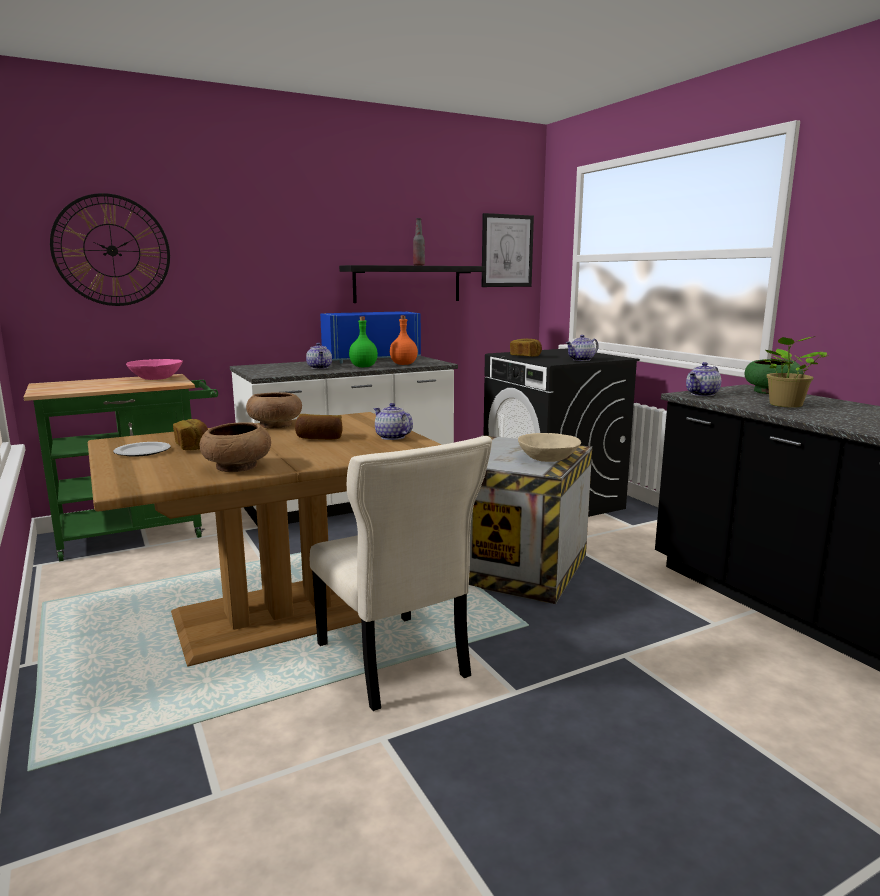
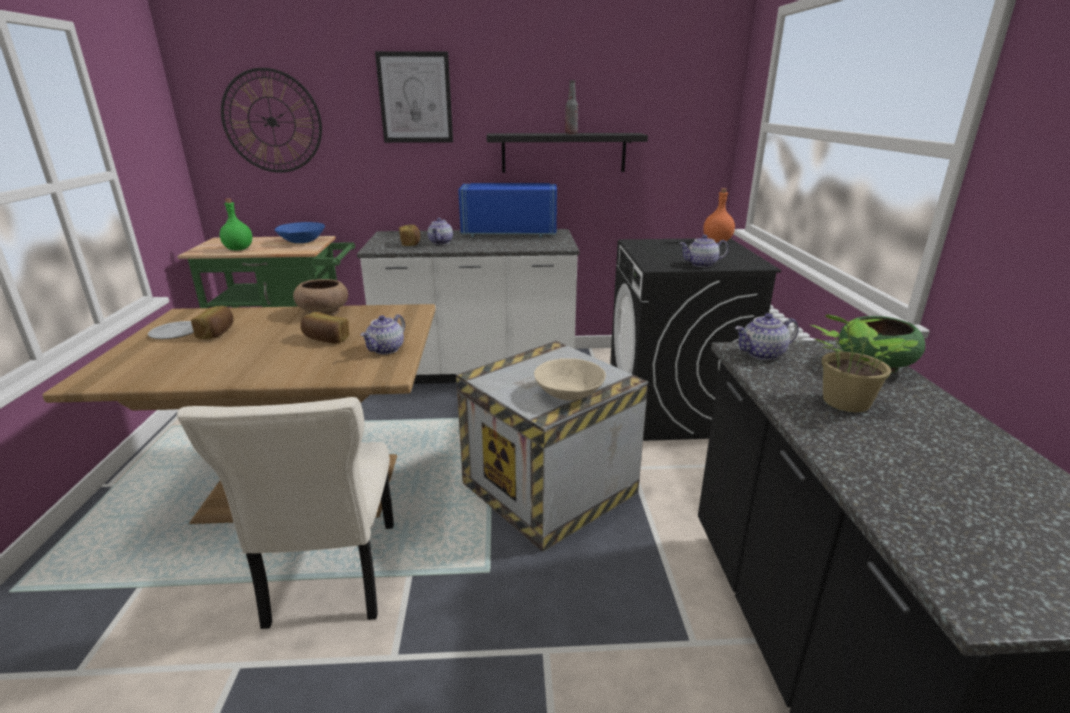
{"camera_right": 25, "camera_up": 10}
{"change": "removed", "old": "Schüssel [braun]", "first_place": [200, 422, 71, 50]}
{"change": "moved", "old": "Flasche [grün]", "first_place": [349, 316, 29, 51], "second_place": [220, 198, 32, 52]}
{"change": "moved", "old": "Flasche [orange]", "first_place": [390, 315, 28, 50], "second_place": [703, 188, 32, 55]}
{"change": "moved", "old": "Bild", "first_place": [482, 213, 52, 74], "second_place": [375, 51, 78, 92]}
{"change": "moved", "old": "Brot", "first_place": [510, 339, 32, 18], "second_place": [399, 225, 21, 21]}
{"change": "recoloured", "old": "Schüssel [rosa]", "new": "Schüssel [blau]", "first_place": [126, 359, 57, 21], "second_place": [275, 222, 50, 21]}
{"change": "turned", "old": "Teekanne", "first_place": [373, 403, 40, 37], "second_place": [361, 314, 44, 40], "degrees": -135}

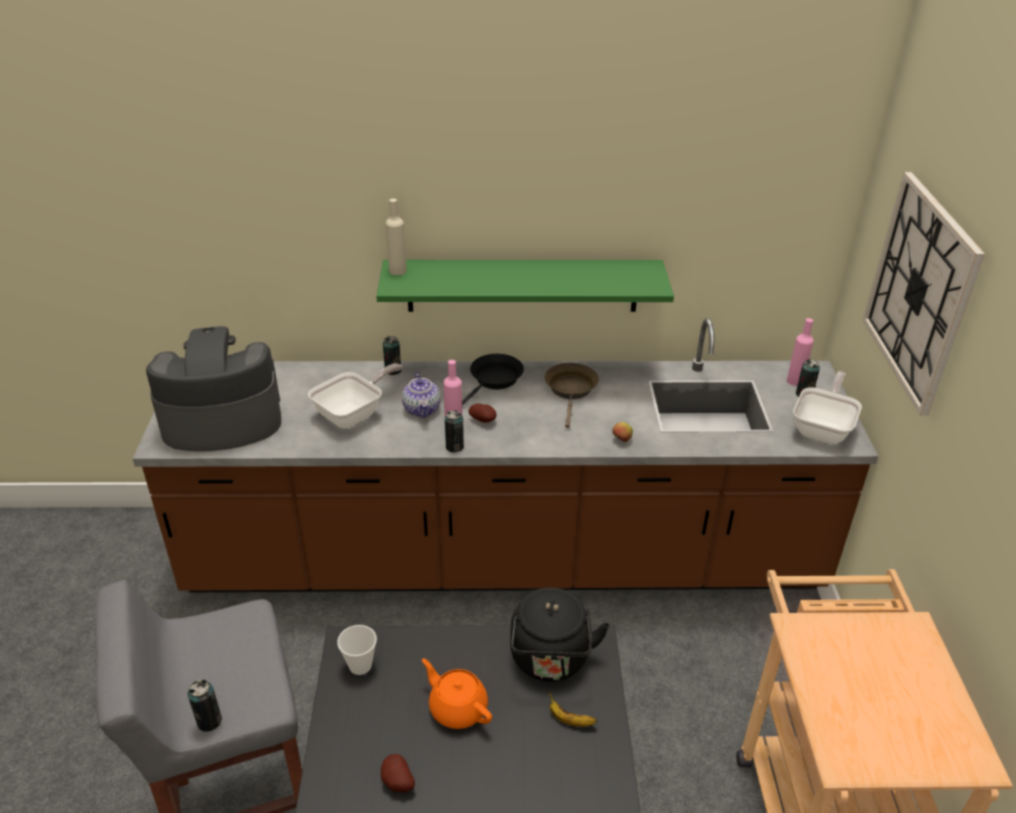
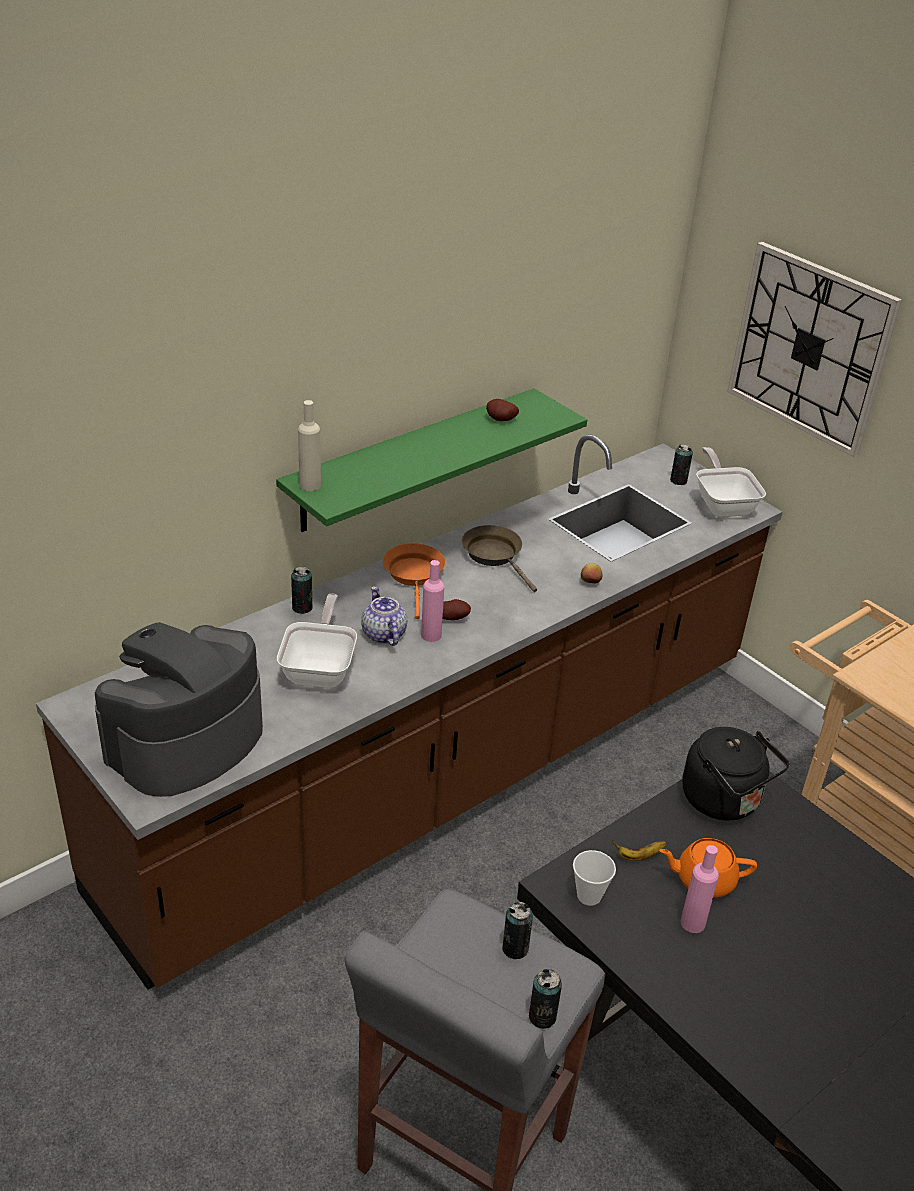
{"camera_right": -40, "camera_up": 0}
{"change": "moved", "old": "Kartoffel", "first_place": [381, 754, 34, 38], "second_place": [486, 399, 33, 22]}
{"change": "moved", "old": "Dose", "first_place": [445, 410, 19, 43], "second_place": [502, 902, 31, 57]}
{"change": "moved", "old": "Banane", "first_place": [549, 692, 48, 35], "second_place": [612, 841, 54, 20]}
{"change": "moved", "old": "Flasche [rosa]", "first_place": [787, 318, 27, 68], "second_place": [680, 845, 39, 88]}
{"change": "recoloured", "old": "Pfanne [schwarz]", "new": "Pfanne [orange]", "first_place": [462, 354, 62, 52], "second_place": [383, 543, 62, 76]}
{"change": "turned", "old": "Teekanne", "first_place": [402, 371, 38, 47], "second_place": [361, 586, 46, 60], "degrees": -150}

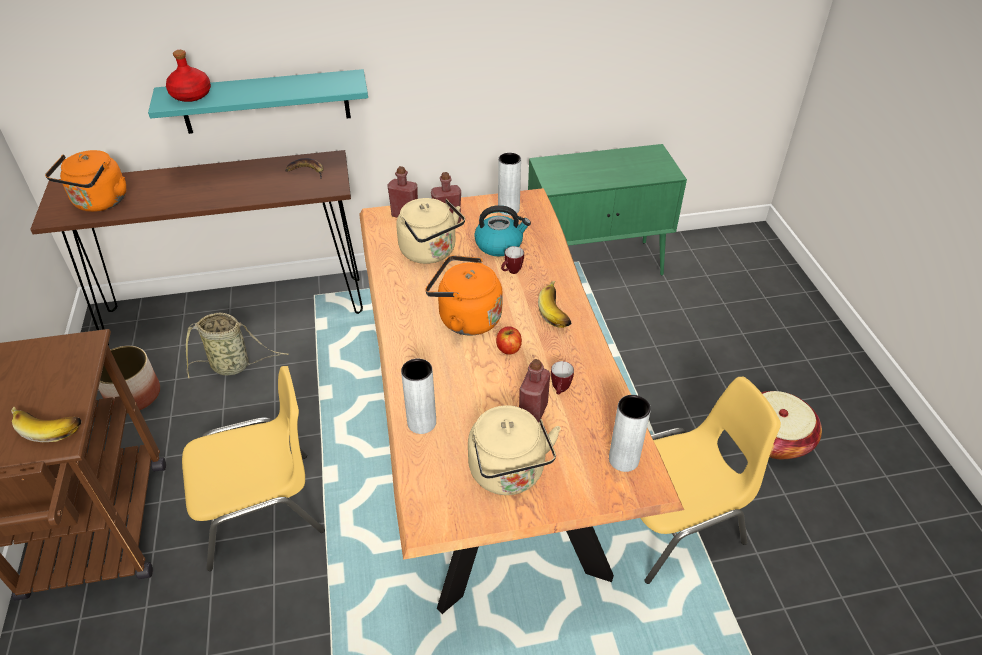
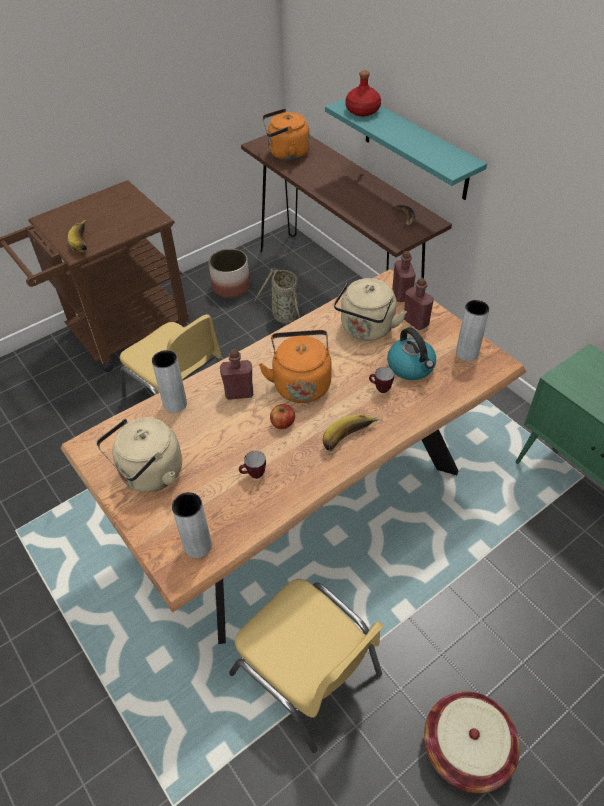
{"camera_right": 65, "camera_up": 5}
{"change": "moved", "old": "Flasche [rot]", "first_place": [519, 359, 31, 63], "second_place": [220, 350, 33, 50]}

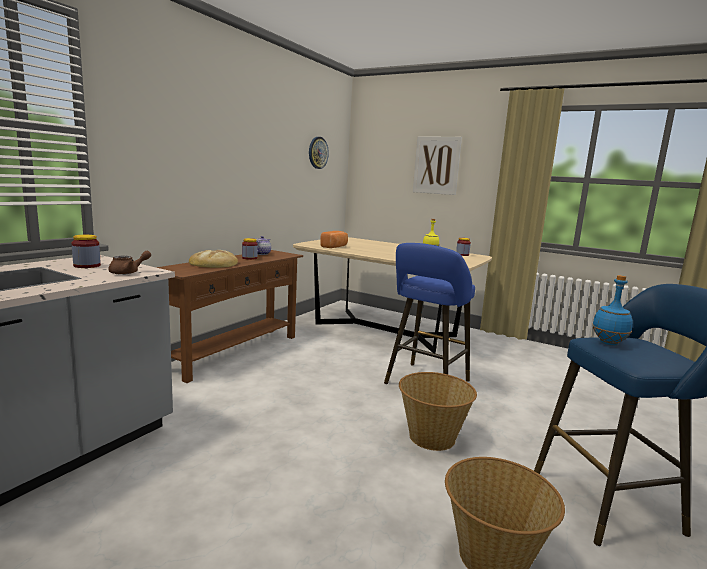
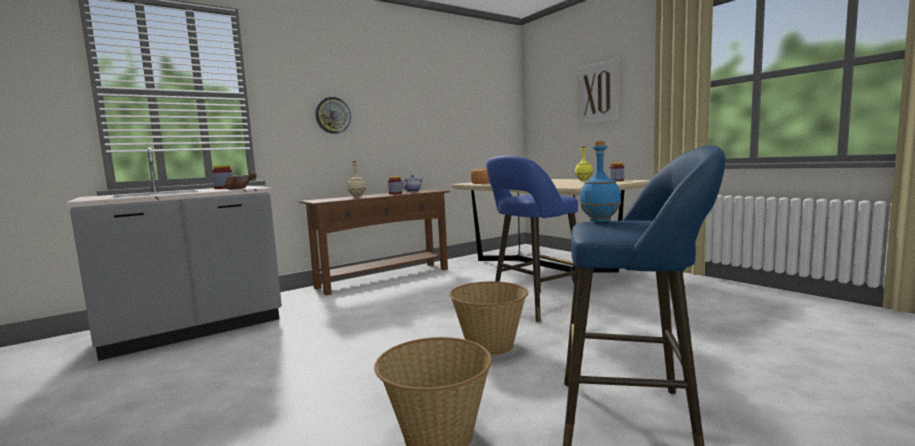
{"camera_right": 25, "camera_up": -5}
{"change": "moved", "old": "Wanduhr", "first_place": [309, 137, 20, 32], "second_place": [315, 97, 36, 37]}
{"change": "replaced", "old": "Brot", "new": "Flasche [beige]", "first_place": [189, 250, 49, 18], "second_place": [347, 161, 19, 36]}

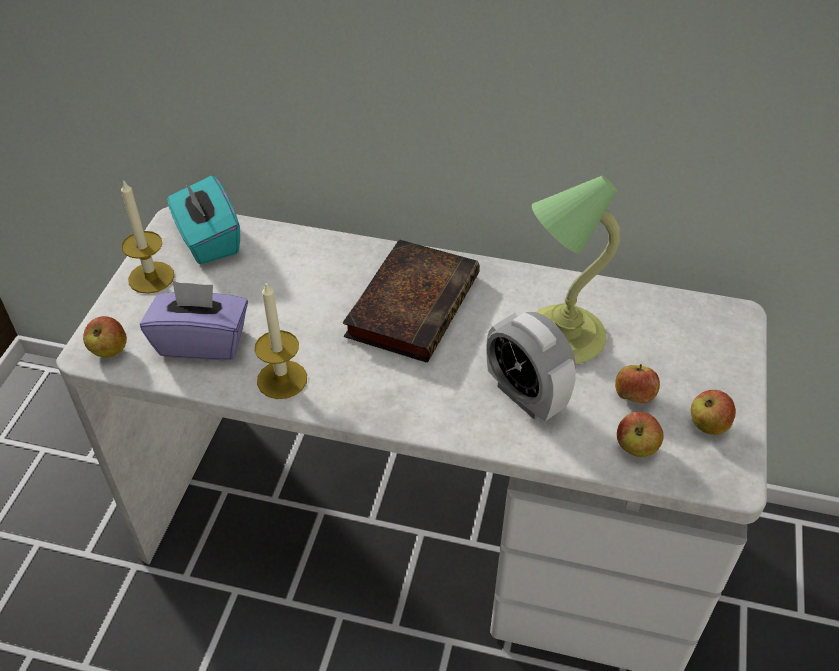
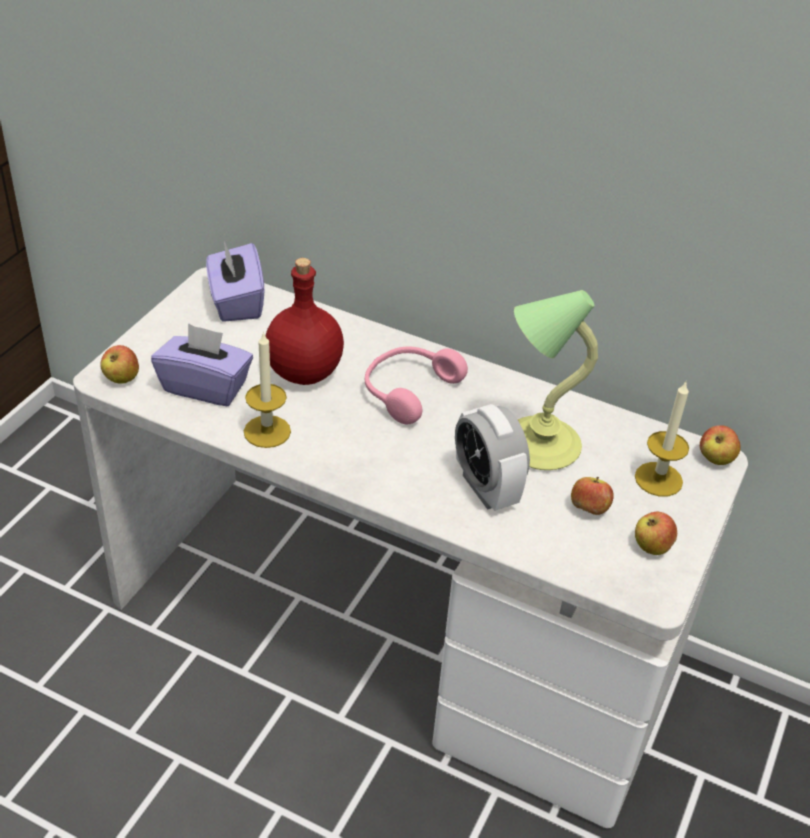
{"camera_right": 10, "camera_up": -5}
{"change": "added", "new": "Flasche [rot]", "second_place": [265, 258, 79, 127]}
{"change": "moved", "old": "Kerze", "first_place": [121, 179, 53, 115], "second_place": [635, 382, 54, 115]}
{"change": "moved", "old": "Apfel", "first_place": [617, 412, 46, 45], "second_place": [700, 425, 41, 40]}
{"change": "replaced", "old": "Buch", "new": "Kopfhörer [rosa]", "first_place": [343, 239, 137, 124], "second_place": [365, 346, 103, 79]}
{"change": "recoloured", "old": "Taschentuchbox [türkis]", "new": "Taschentuchbox [lila]", "first_place": [167, 175, 73, 89], "second_place": [206, 241, 58, 81]}

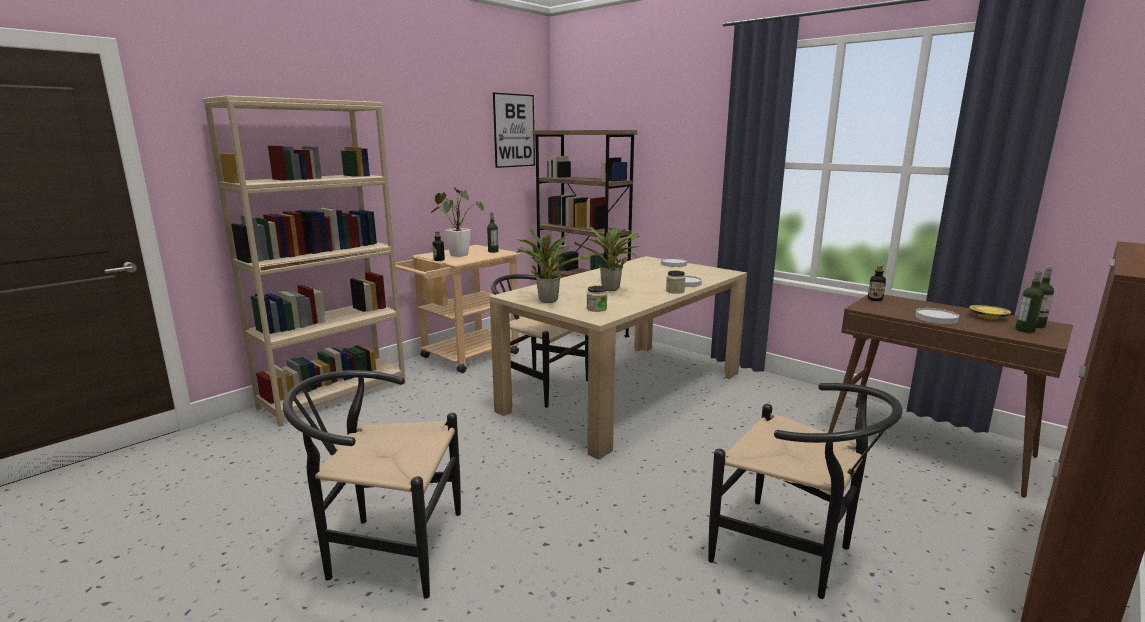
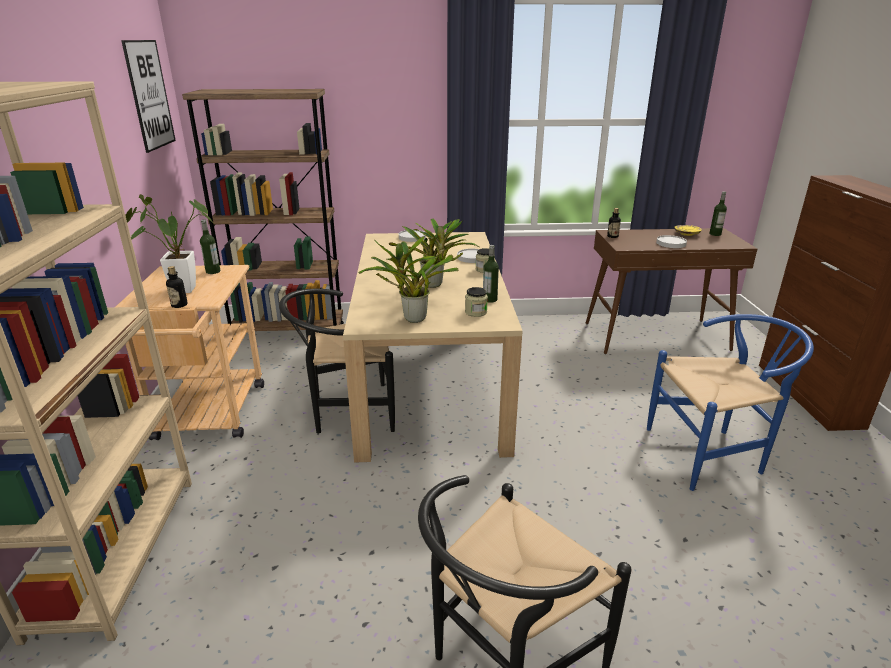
{"camera_right": -45, "camera_up": 10}
{"change": "moved", "old": "Flasche", "first_place": [1015, 270, 29, 63], "second_place": [483, 245, 16, 58]}
{"change": "recoloured", "old": "Stuhl [schwarz]", "new": "Stuhl [blau]", "first_place": [708, 383, 195, 216], "second_place": [647, 314, 167, 177]}

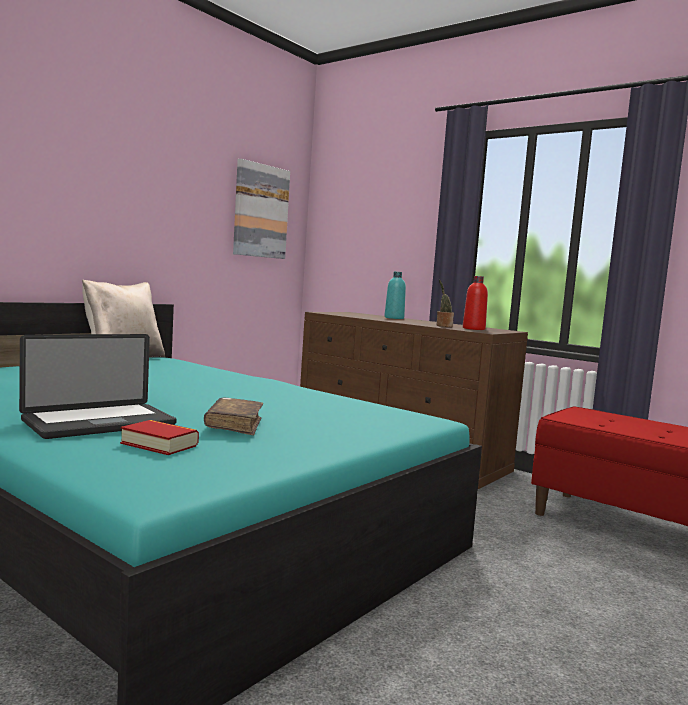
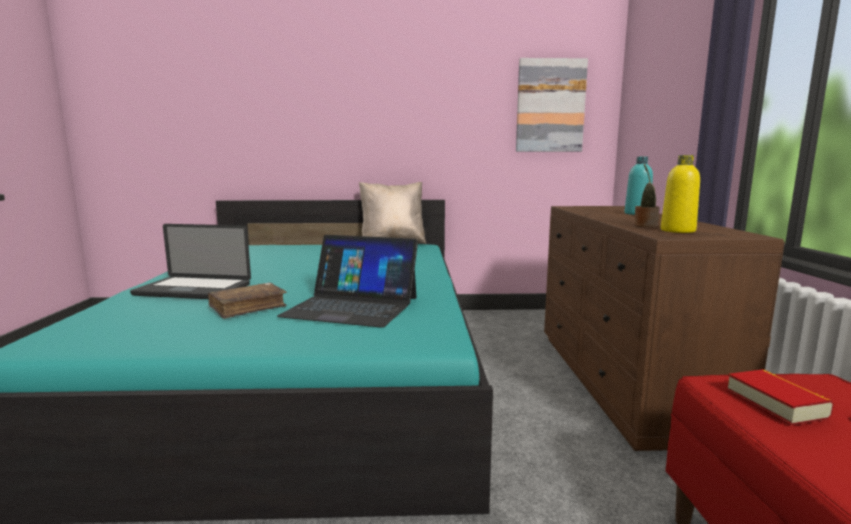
{"camera_right": 50, "camera_up": 5}
{"change": "added", "new": "Laptop", "second_place": [277, 235, 141, 93]}
{"change": "moved", "old": "Buch", "first_place": [120, 420, 79, 35], "second_place": [726, 369, 108, 56]}
{"change": "recoloured", "old": "Flasche [rot]", "new": "Flasche [gelb]", "first_place": [463, 276, 25, 54], "second_place": [661, 155, 39, 78]}

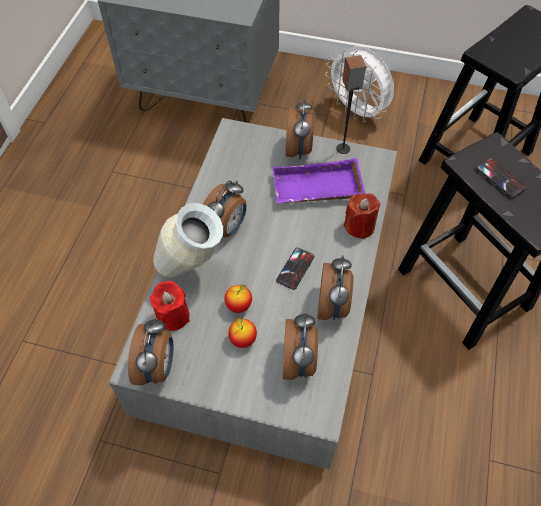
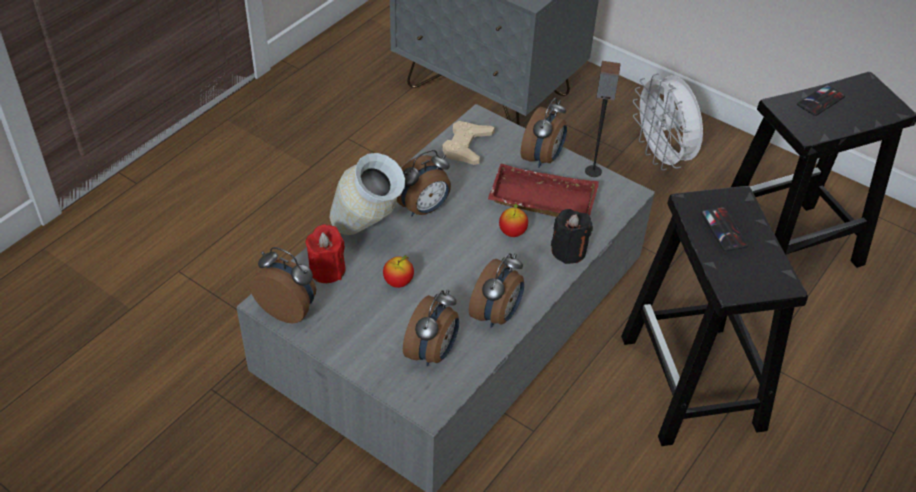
{"camera_right": 20, "camera_up": -10}
{"change": "added", "new": "Gamepad [beige]", "second_place": [443, 121, 52, 44]}
{"change": "moved", "old": "Apfel", "first_place": [228, 317, 29, 31], "second_place": [499, 203, 29, 34]}
{"change": "moved", "old": "Handy", "first_place": [276, 248, 38, 42], "second_place": [797, 85, 48, 31]}
{"change": "recoloured", "old": "Tablett [lila]", "new": "Tablett [rot]", "first_place": [272, 158, 94, 45], "second_place": [488, 163, 111, 54]}
{"change": "recoloured", "old": "Kerze [rot]", "new": "Kerze [schwarz]", "first_place": [344, 193, 36, 46], "second_place": [551, 209, 42, 55]}
{"change": "turned", "old": "Wecker", "first_place": [128, 317, 45, 68], "second_place": [250, 247, 66, 77], "degrees": -90}

